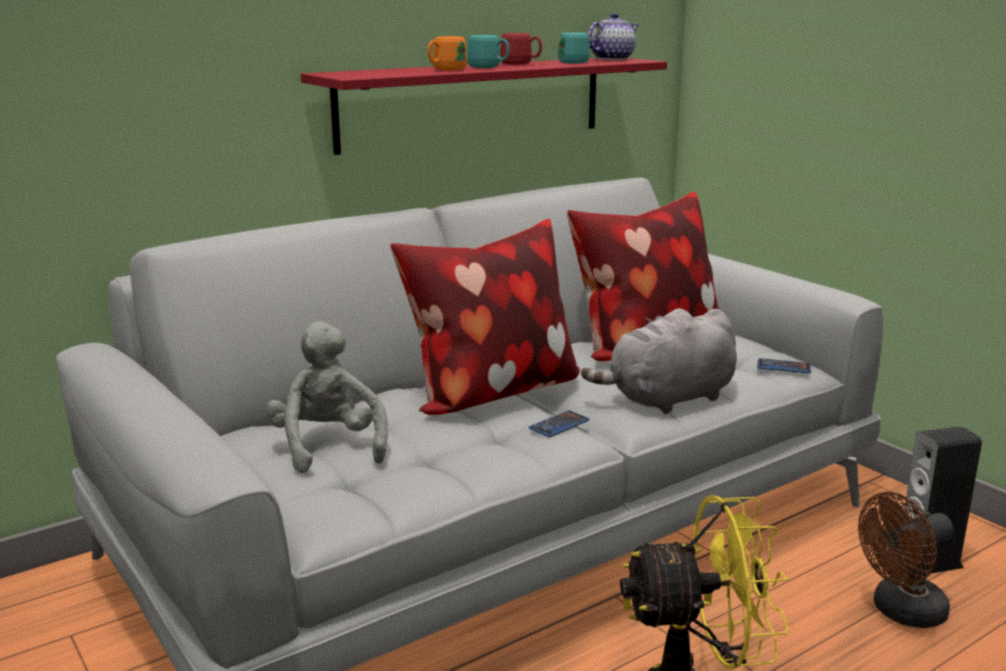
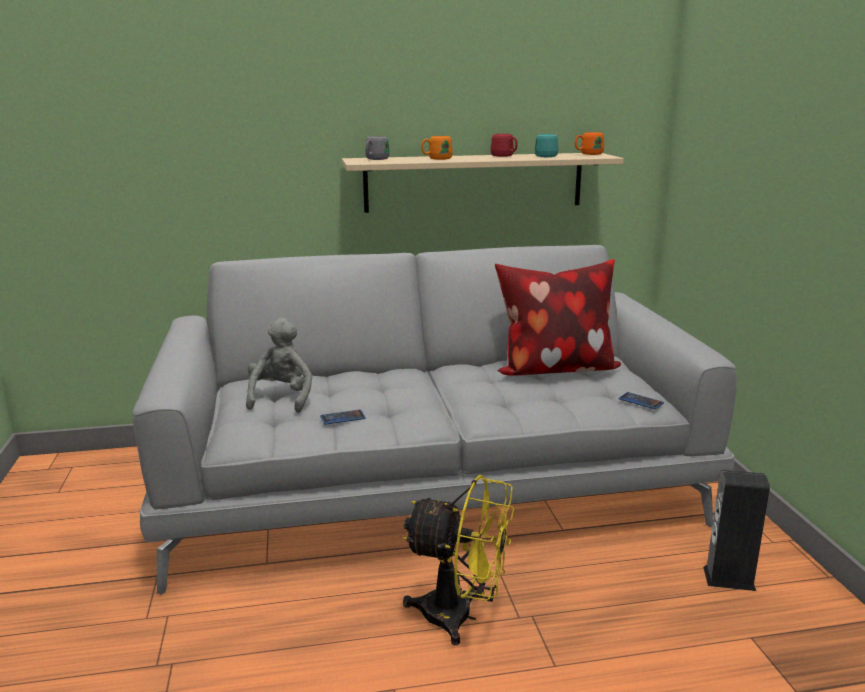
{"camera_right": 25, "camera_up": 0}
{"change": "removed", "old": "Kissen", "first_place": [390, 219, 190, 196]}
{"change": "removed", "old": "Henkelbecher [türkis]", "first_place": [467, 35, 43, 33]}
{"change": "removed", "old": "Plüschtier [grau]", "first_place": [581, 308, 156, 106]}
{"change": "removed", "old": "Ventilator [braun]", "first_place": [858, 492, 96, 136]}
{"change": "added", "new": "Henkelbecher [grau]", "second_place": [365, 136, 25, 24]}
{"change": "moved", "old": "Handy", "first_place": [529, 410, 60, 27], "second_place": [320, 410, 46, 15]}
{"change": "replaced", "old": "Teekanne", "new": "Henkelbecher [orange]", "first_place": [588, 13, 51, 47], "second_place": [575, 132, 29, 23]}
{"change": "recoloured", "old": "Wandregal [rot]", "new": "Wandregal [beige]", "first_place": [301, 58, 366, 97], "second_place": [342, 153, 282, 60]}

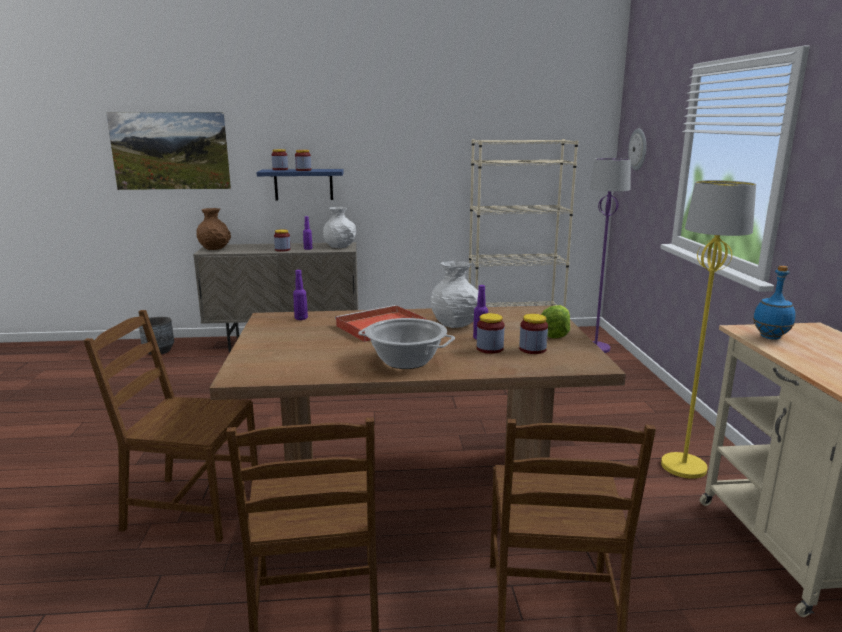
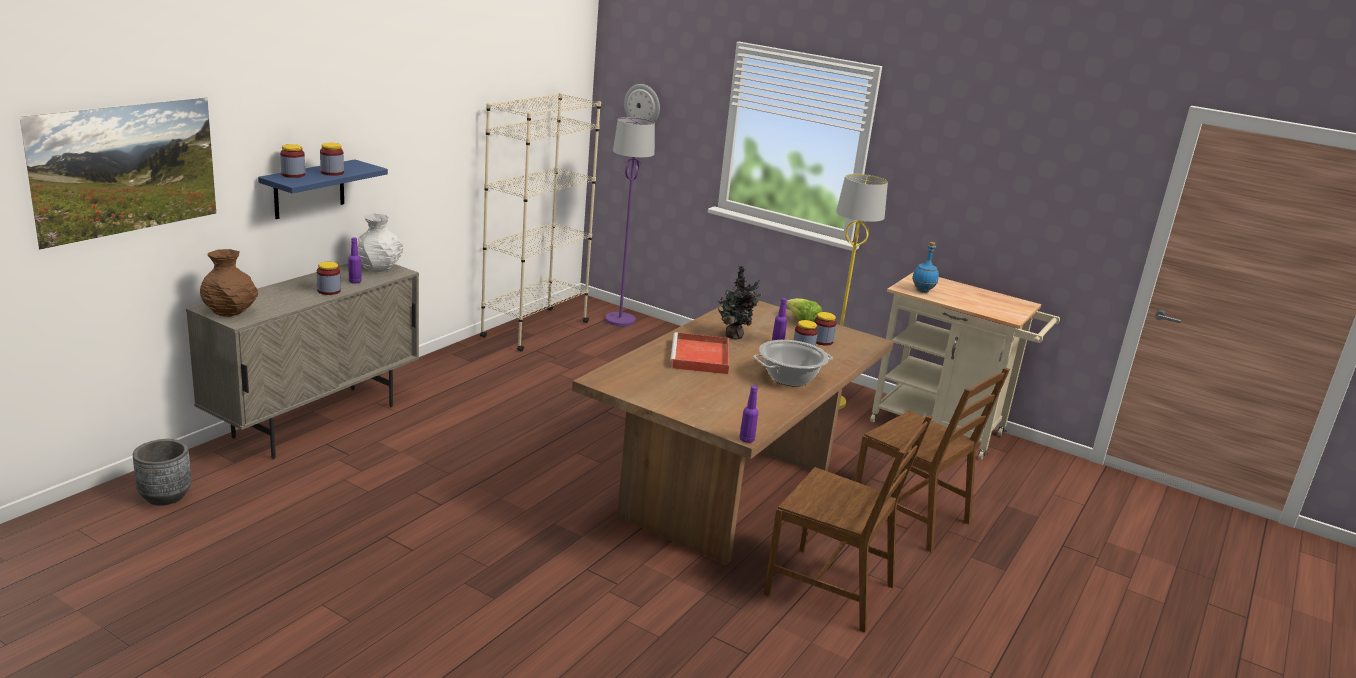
{"camera_right": -55, "camera_up": 5}
{"change": "removed", "old": "Stuhl [braun]", "first_place": [83, 310, 175, 232]}
{"change": "moved", "old": "Flasche [lila]", "first_place": [293, 270, 15, 50], "second_place": [740, 386, 18, 57]}
{"change": "replaced", "old": "Vase [weiß]", "new": "Topfpflanze", "first_place": [431, 261, 48, 67], "second_place": [717, 266, 45, 74]}

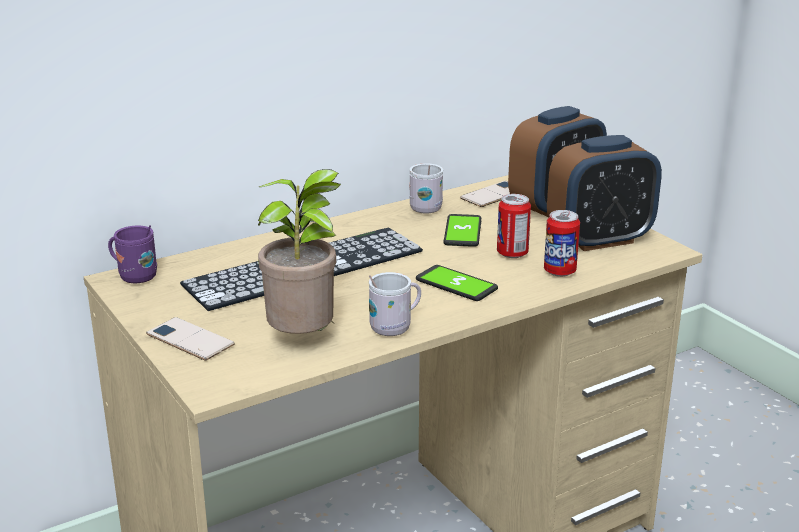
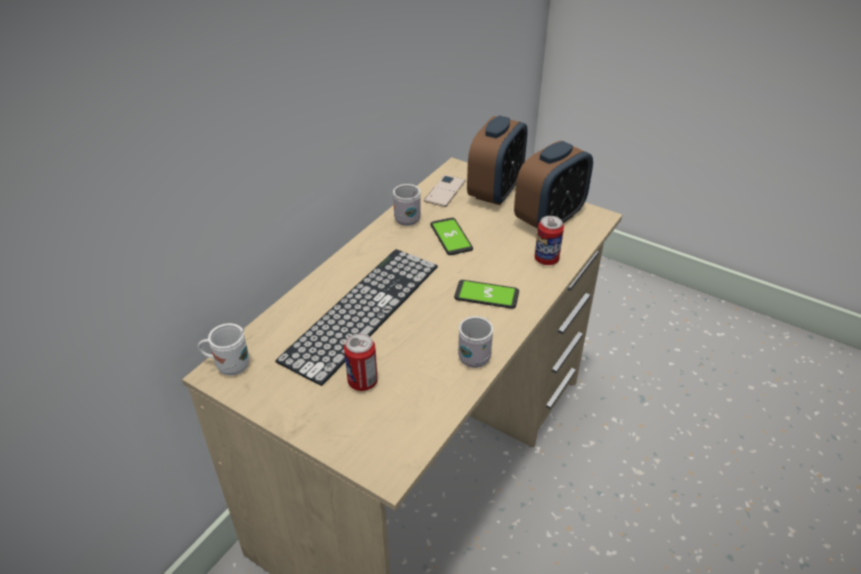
{"camera_right": -25, "camera_up": 15}
{"change": "removed", "old": "Handy", "first_place": [146, 317, 89, 44]}
{"change": "removed", "old": "Topfpflanze", "first_place": [258, 169, 83, 165]}
{"change": "moved", "old": "Dose", "first_place": [497, 194, 34, 64], "second_place": [344, 333, 34, 58]}
{"change": "recoloured", "old": "Henkelbecher [lila]", "new": "Henkelbecher [weiß]", "first_place": [108, 225, 49, 58], "second_place": [198, 323, 51, 53]}

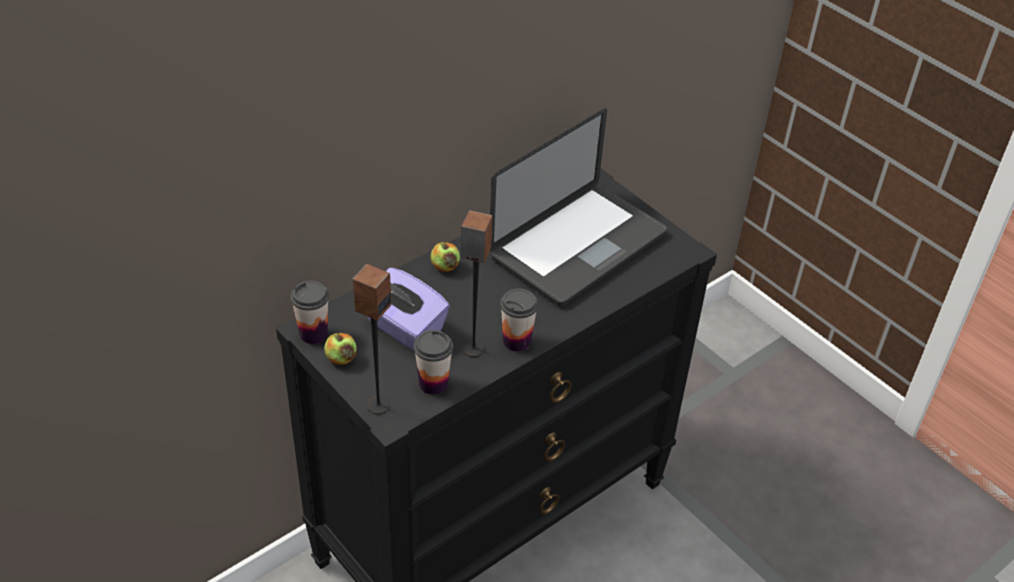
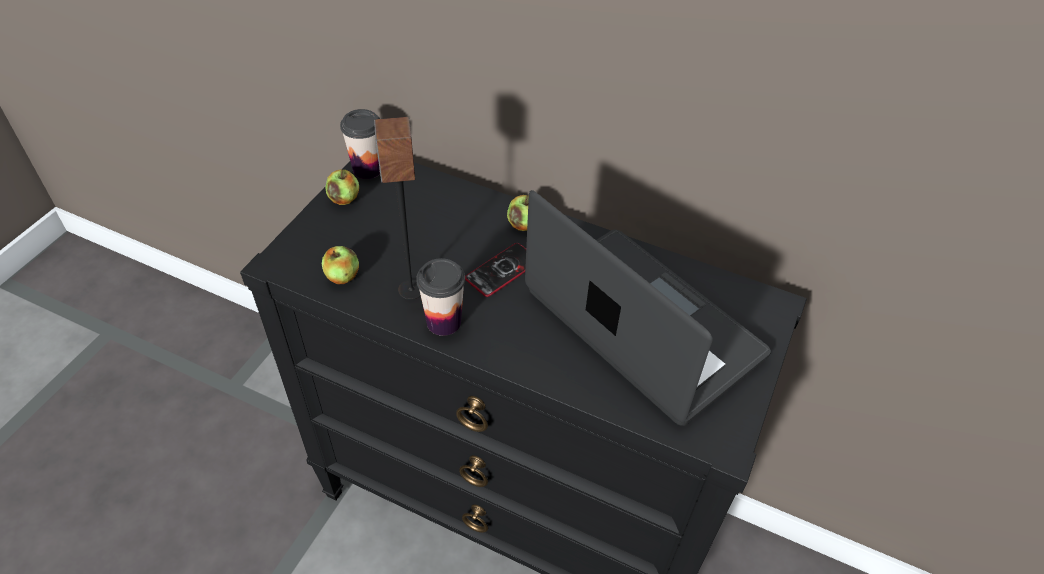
{"camera_right": 65, "camera_up": 5}
{"change": "removed", "old": "Lautsprecher", "first_place": [352, 264, 39, 150]}
{"change": "removed", "old": "Taschentuchbox [lila]", "first_place": [368, 268, 82, 82]}
{"change": "added", "new": "Handy", "second_place": [465, 243, 61, 54]}
{"change": "replaced", "old": "Tasse", "new": "Apfel", "first_place": [414, 330, 39, 65], "second_place": [322, 246, 37, 38]}
{"change": "turned", "old": "Laptop", "first_place": [490, 108, 177, 199], "second_place": [525, 190, 246, 236], "degrees": -150}

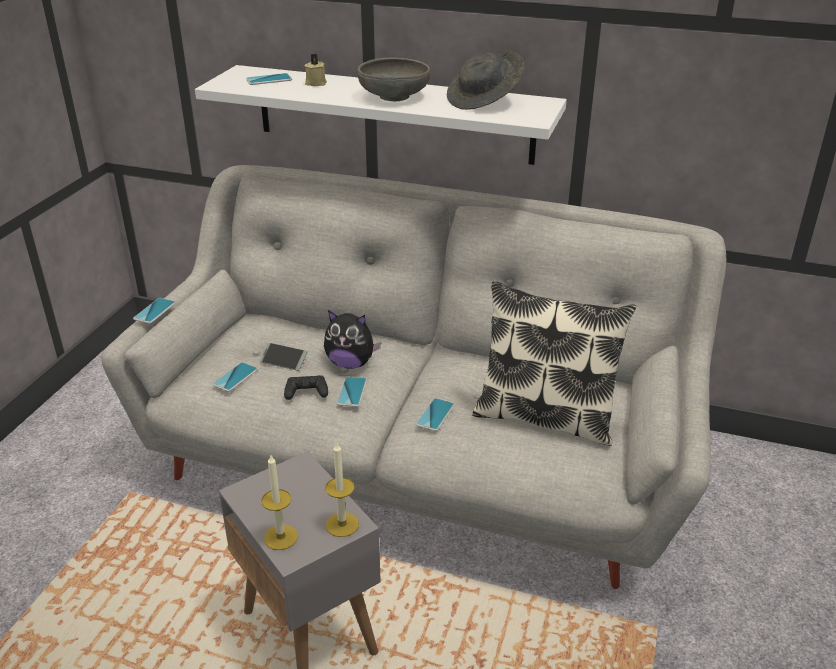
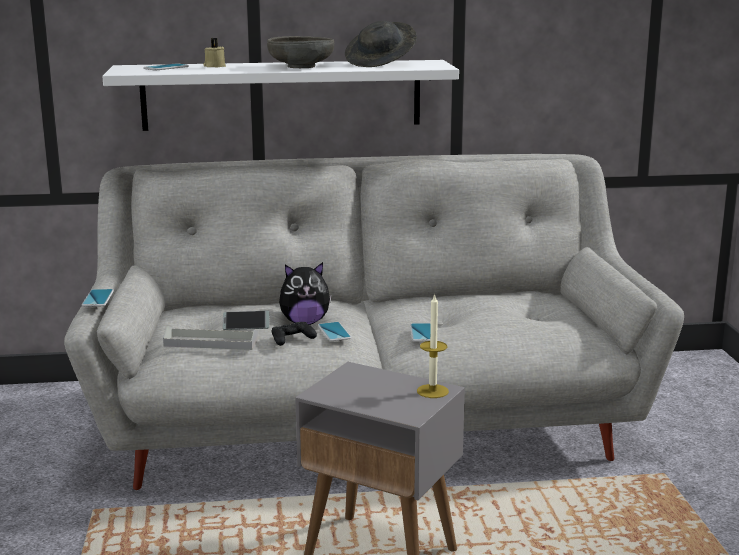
{"camera_right": -25, "camera_up": -15}
{"change": "removed", "old": "Kerze", "first_place": [261, 455, 37, 95]}
{"change": "removed", "old": "Kissen", "first_place": [472, 281, 164, 165]}
{"change": "replaced", "old": "Handy", "new": "Tablett [grau]", "first_place": [213, 362, 45, 30], "second_place": [163, 326, 95, 24]}

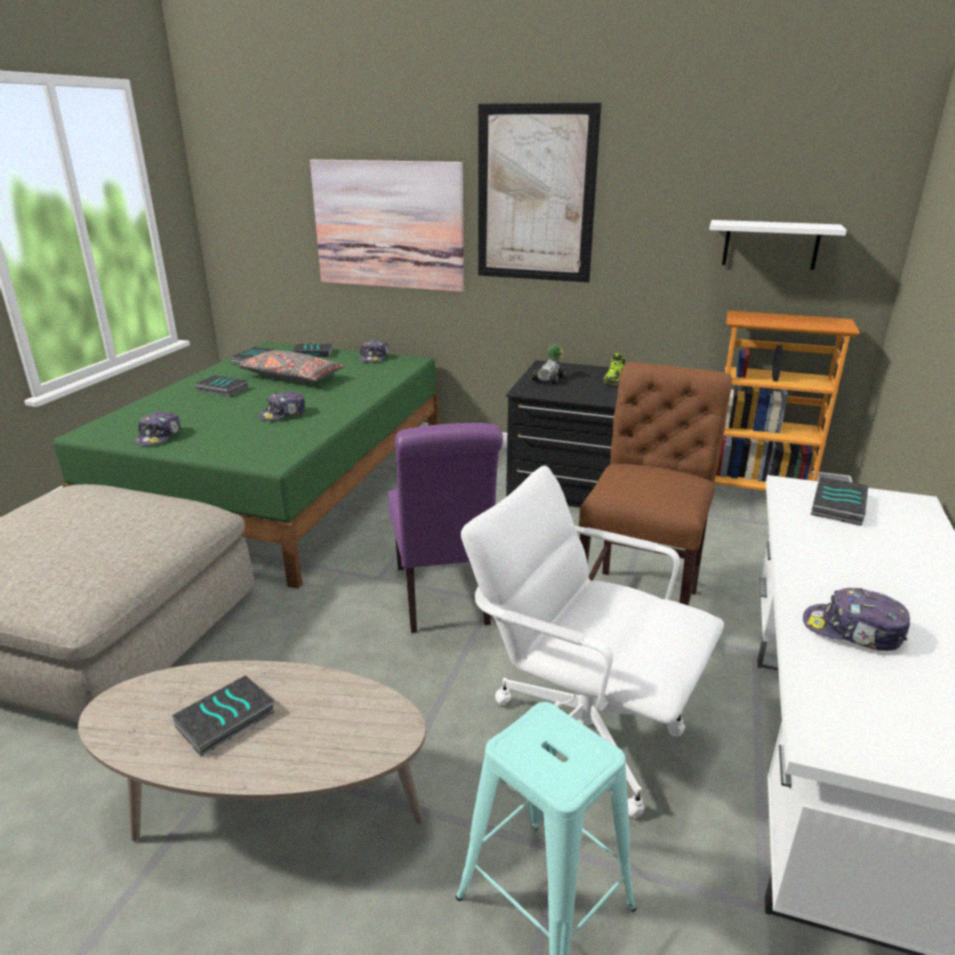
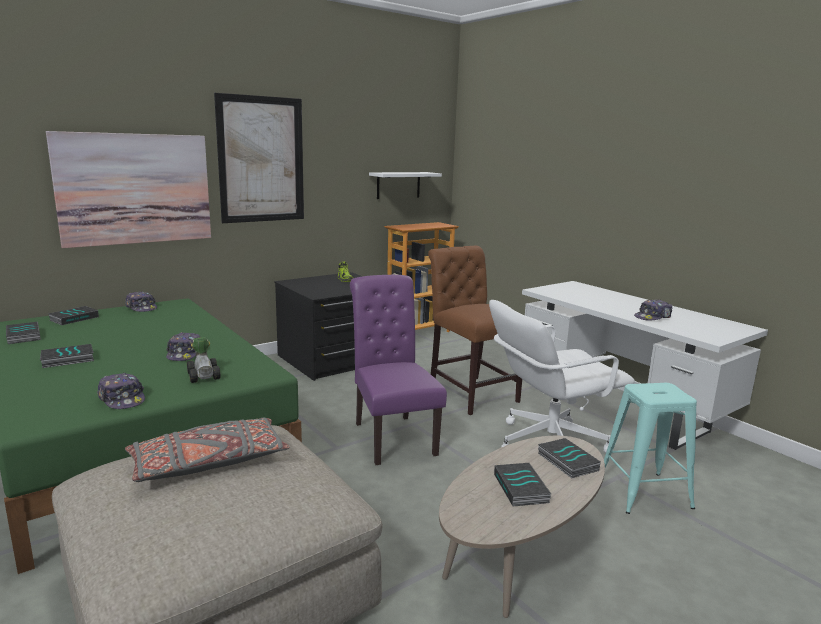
{"camera_right": -55, "camera_up": -10}
{"change": "moved", "old": "Kissen [grau]", "first_place": [238, 350, 106, 33], "second_place": [125, 418, 165, 64]}
{"change": "moved", "old": "Spielzeugauto", "first_place": [532, 344, 35, 40], "second_place": [187, 337, 34, 46]}
{"change": "moved", "old": "Buch", "first_place": [810, 476, 58, 50], "second_place": [538, 438, 63, 40]}
{"change": "turned", "old": "Stuhl [lila]", "first_place": [388, 423, 115, 210], "second_place": [350, 275, 97, 190], "degrees": -135}

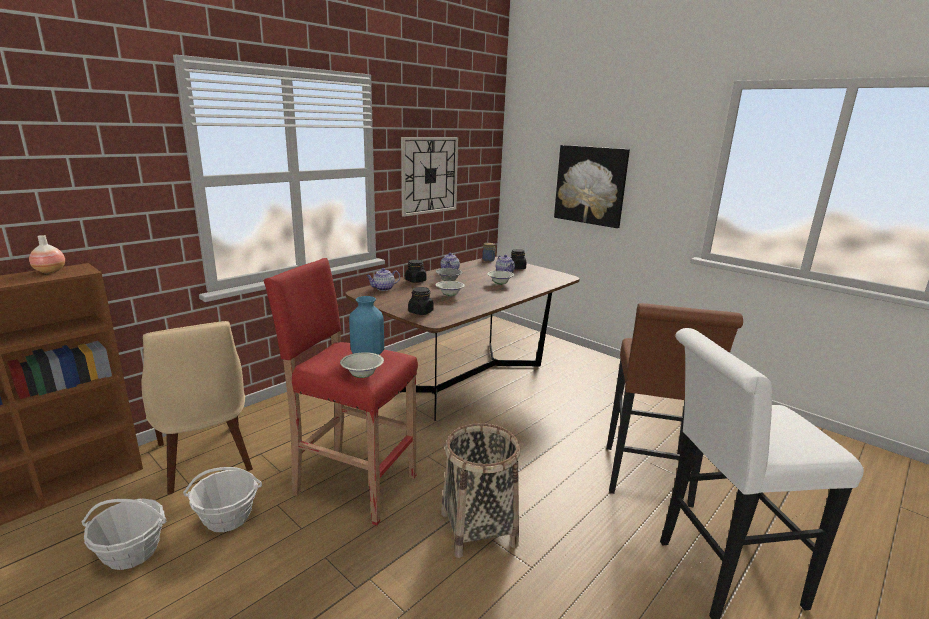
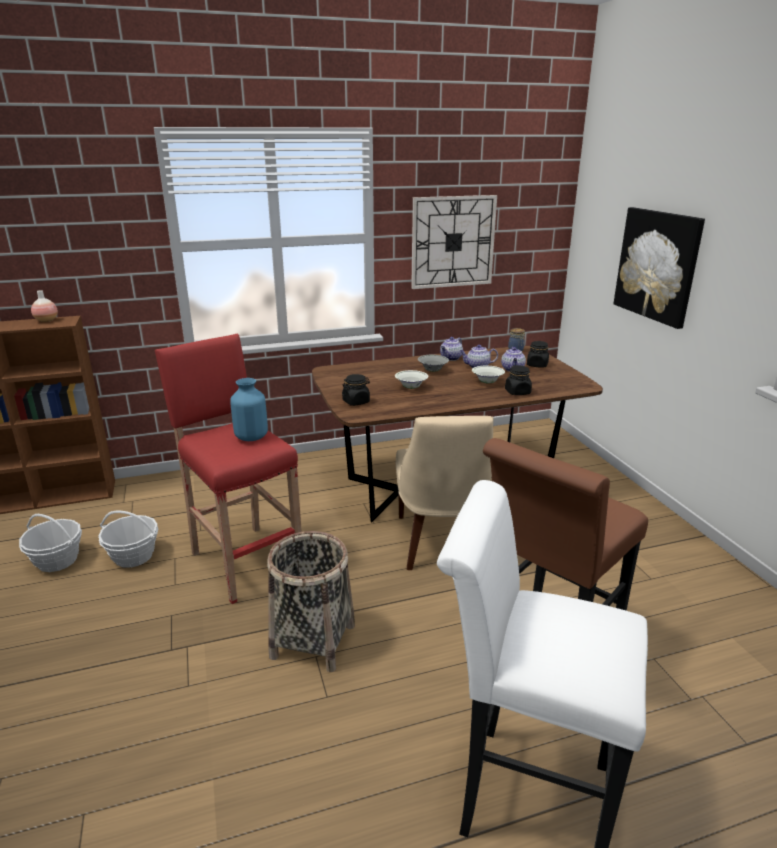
{"camera_right": 30, "camera_up": 5}
{"change": "removed", "old": "Schüssel [weiß]", "first_place": [340, 352, 44, 26]}
{"change": "moved", "old": "Stuhl [beige]", "first_place": [141, 321, 112, 173], "second_place": [396, 416, 98, 154]}
{"change": "moved", "old": "Teekanne", "first_place": [366, 268, 34, 23], "second_place": [460, 345, 38, 23]}
{"change": "moved", "old": "Vorratsglas [schwarz]", "first_place": [405, 260, 21, 23], "second_place": [505, 365, 27, 30]}

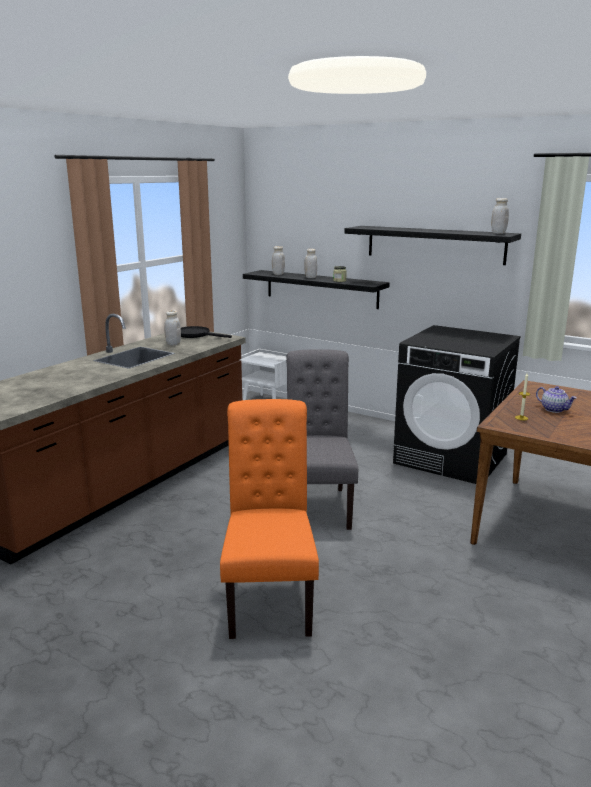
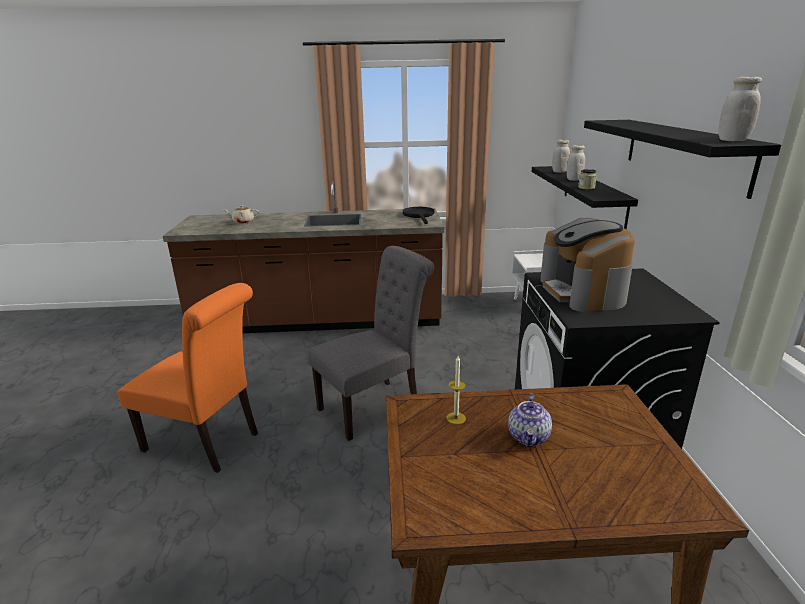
{"camera_right": 55, "camera_up": 5}
{"change": "removed", "old": "Vorratsglas [weiß]", "first_place": [164, 310, 17, 35]}
{"change": "added", "new": "Teekanne [beige]", "second_place": [224, 205, 35, 19]}
{"change": "added", "new": "Kaffeemaschine", "second_place": [540, 218, 95, 94]}
{"change": "turned", "old": "Stuhl [orange]", "first_place": [220, 399, 99, 240], "second_place": [118, 283, 140, 190], "degrees": 60}

